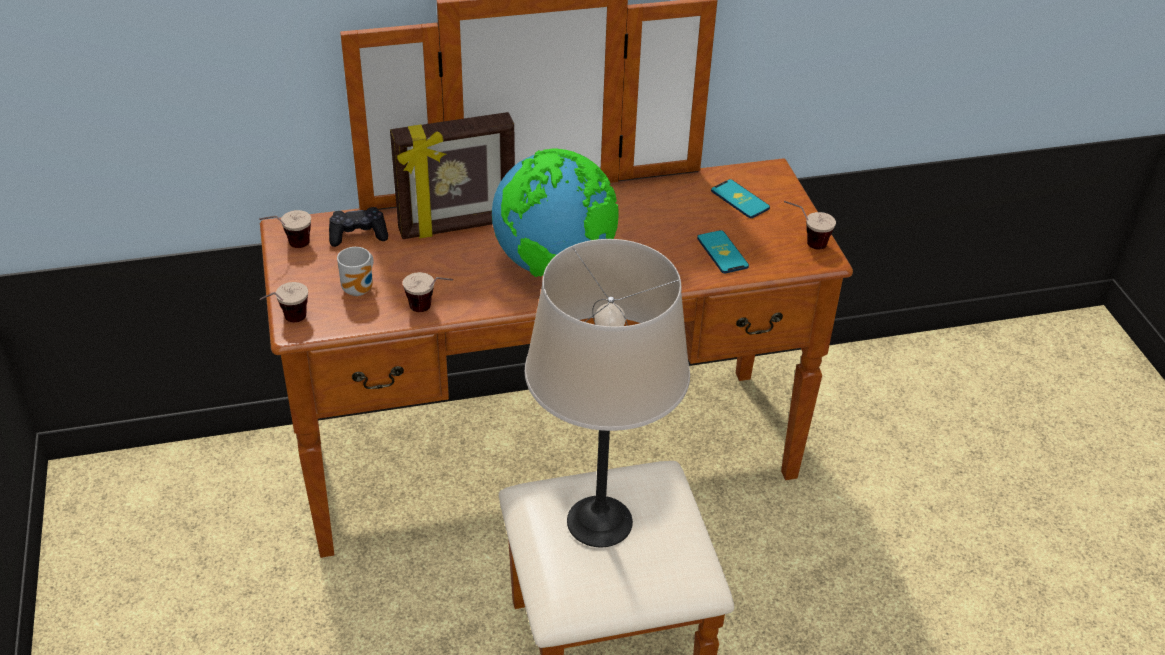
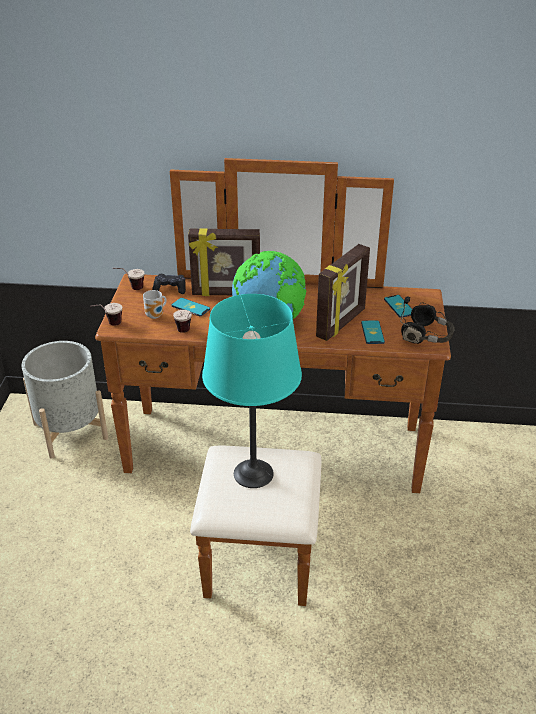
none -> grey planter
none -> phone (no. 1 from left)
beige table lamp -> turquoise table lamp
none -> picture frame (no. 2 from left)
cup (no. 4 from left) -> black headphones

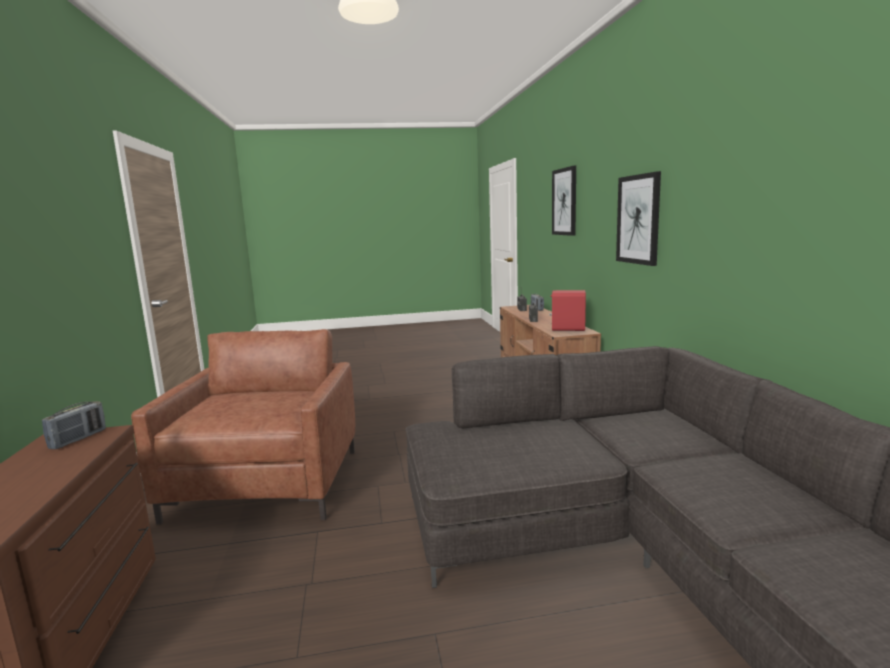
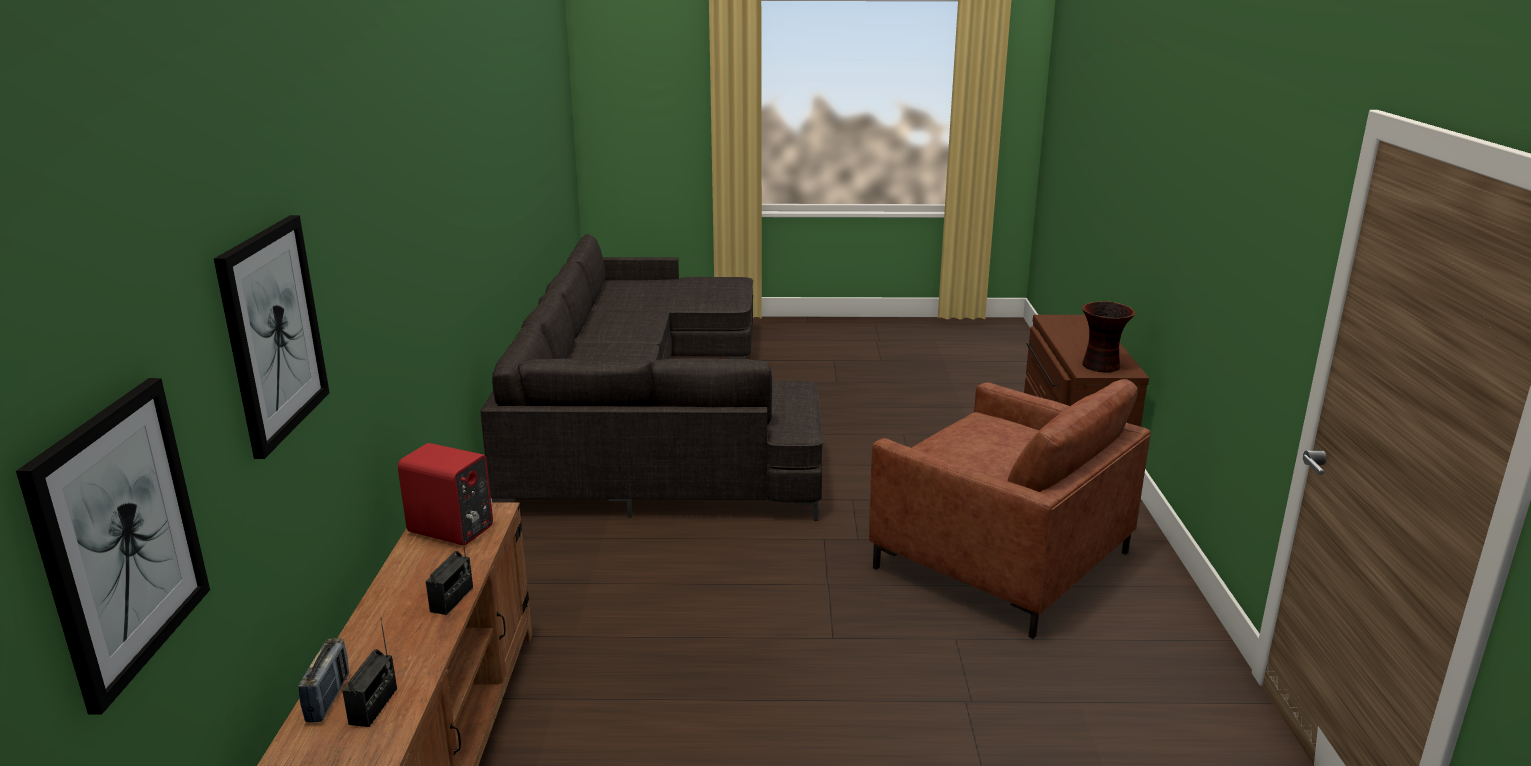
picture (no. 2 from left in the first image) -> picture (no. 1 from left), relocated
brown armchair, 60 degrees counterclockwise
radio (no. 1 from left) -> vase

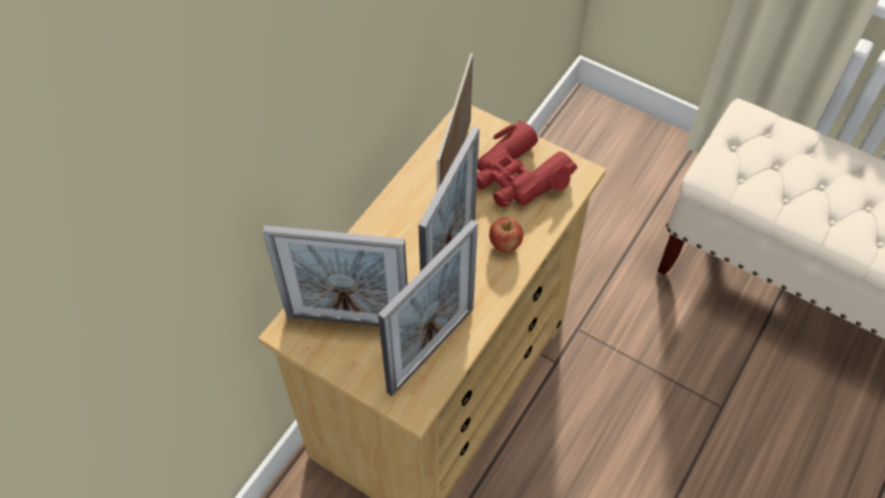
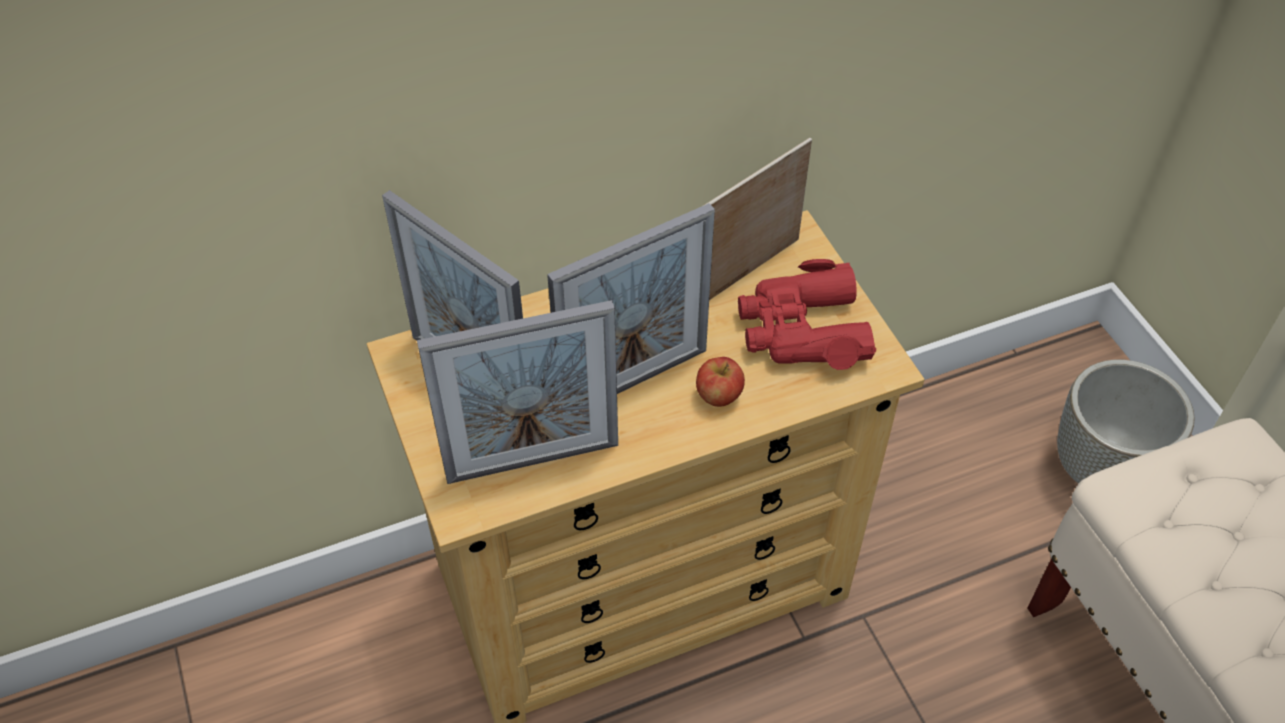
none -> grey planter

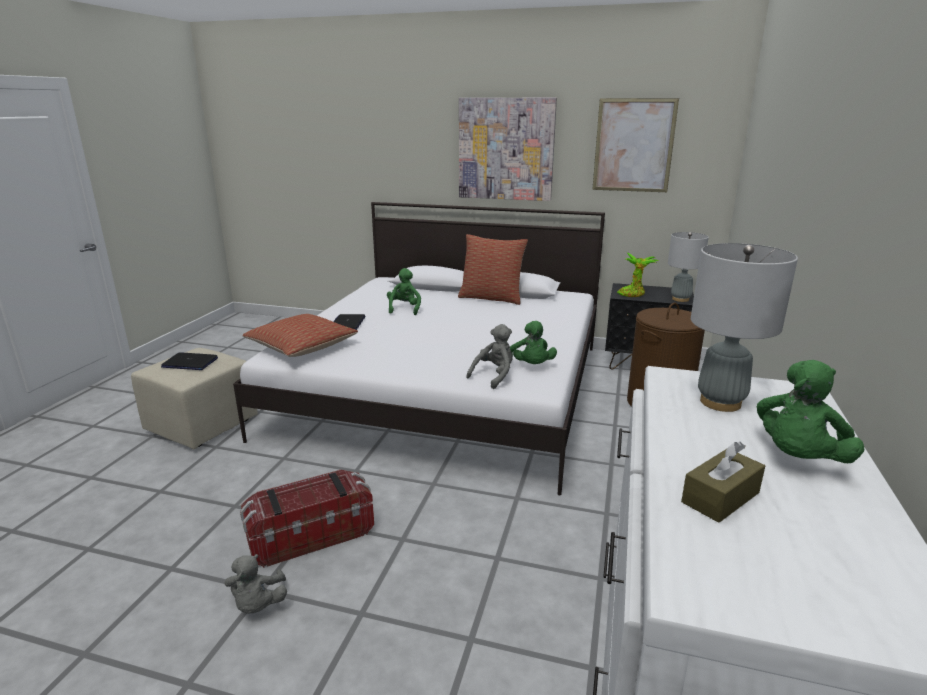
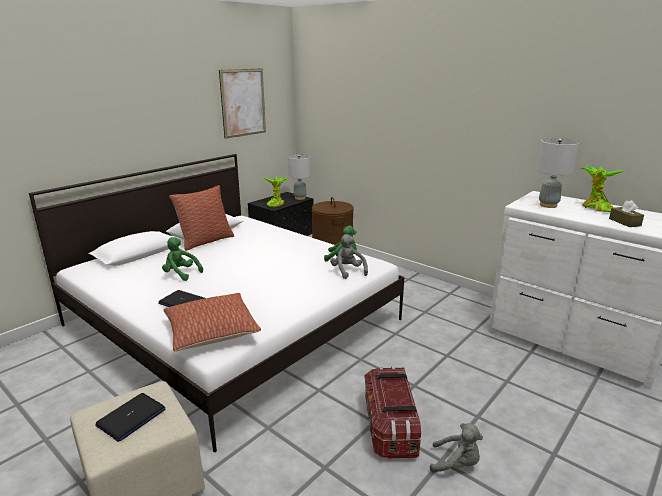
green plush toy (no. 3 from left) -> potted plant (no. 2 from left)
picture (no. 1 from left) -> none

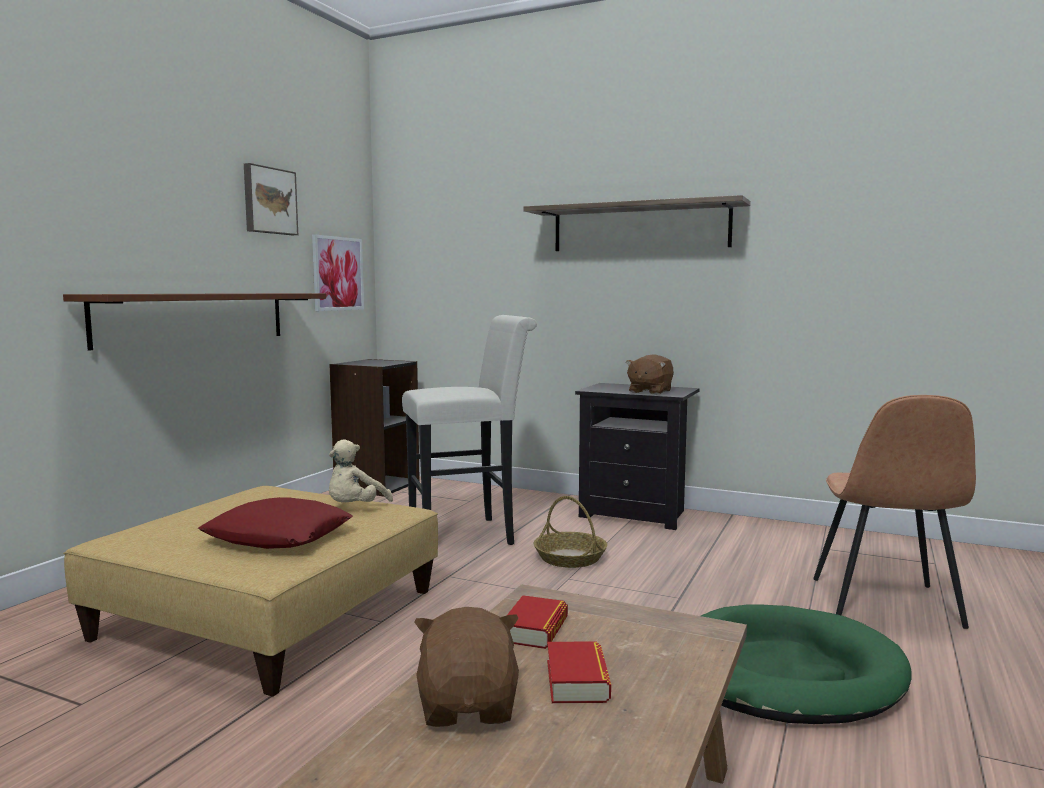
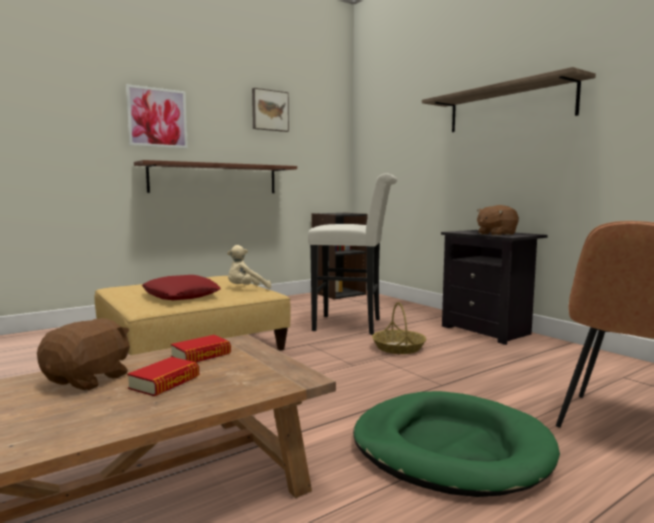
picture (no. 2 from left in the first image) -> picture (no. 1 from left), relocated

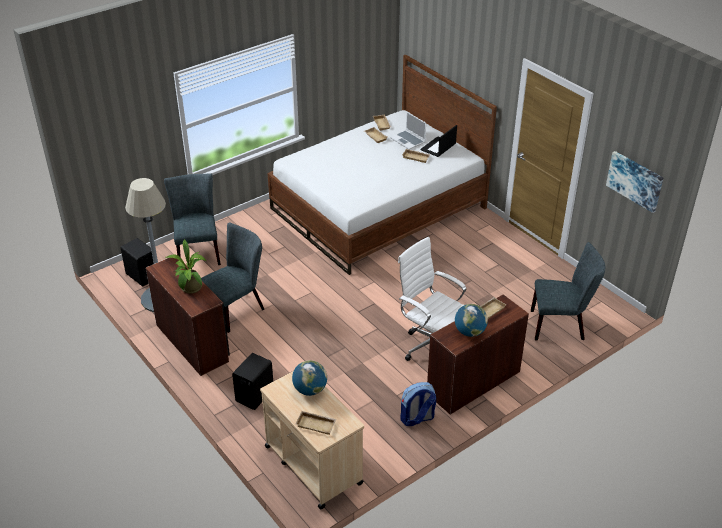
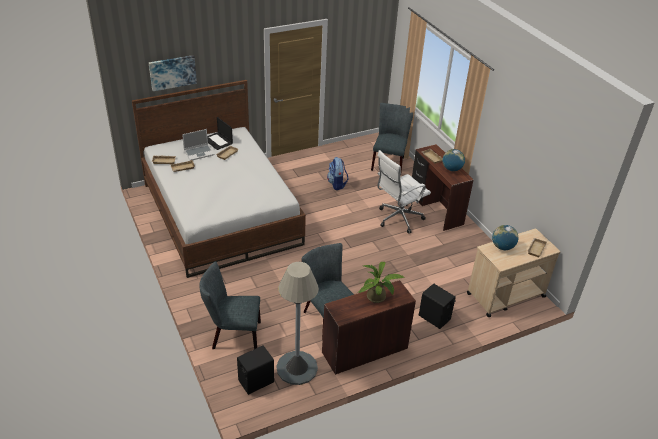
picture, relocated
backpack, relocated

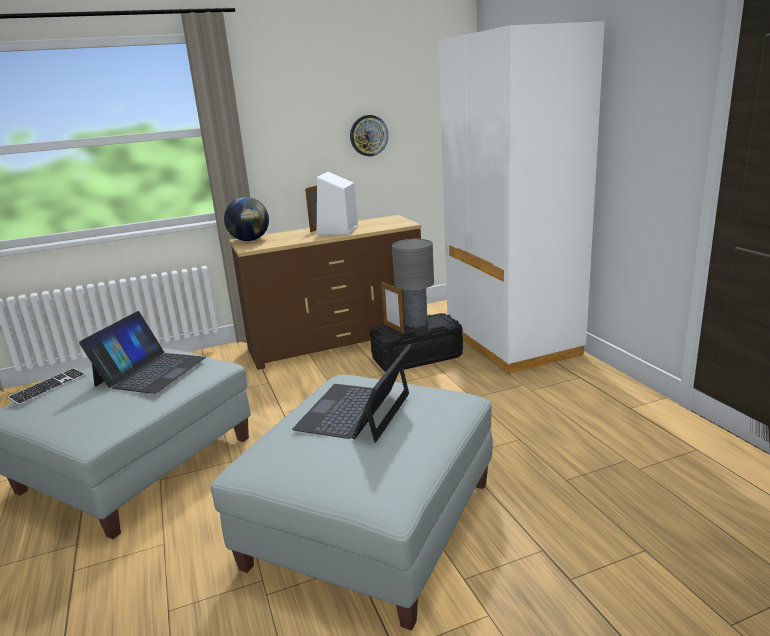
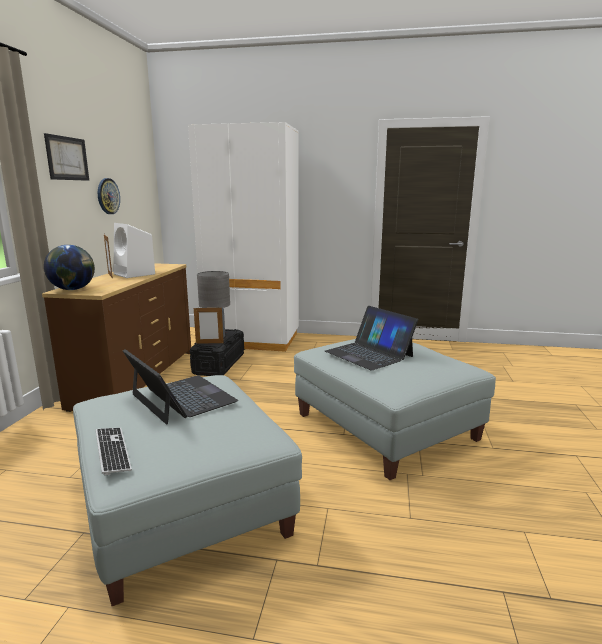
none -> picture

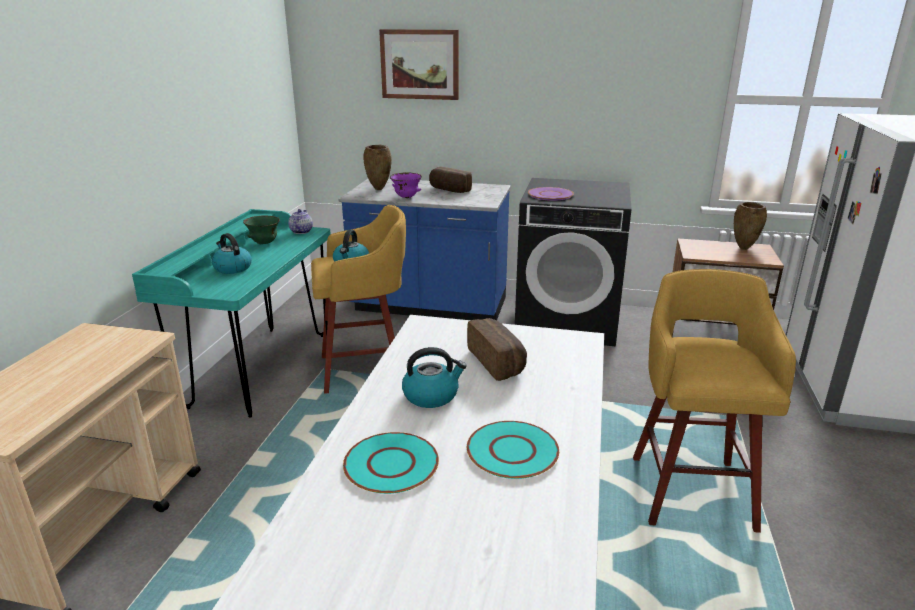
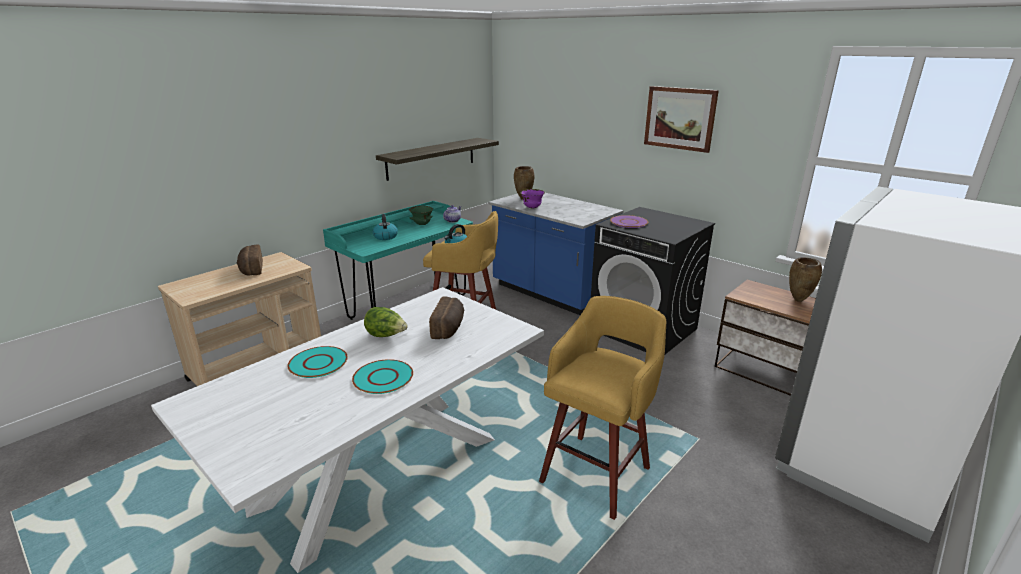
bread (no. 1 from left), relocated
kettle (no. 3 from left) -> lettuce
none -> shelf
picture, relocated

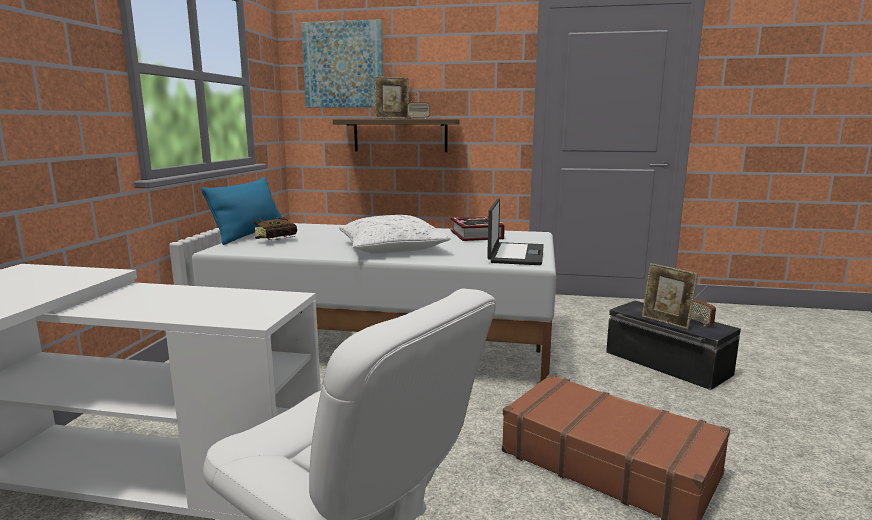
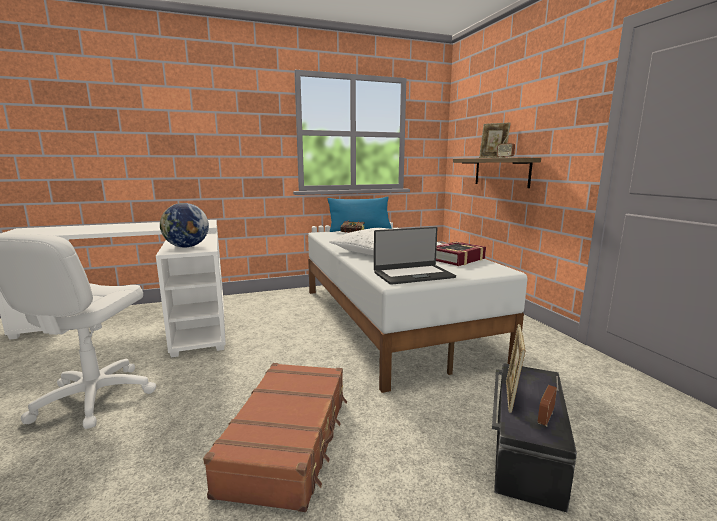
none -> globe
picture -> none

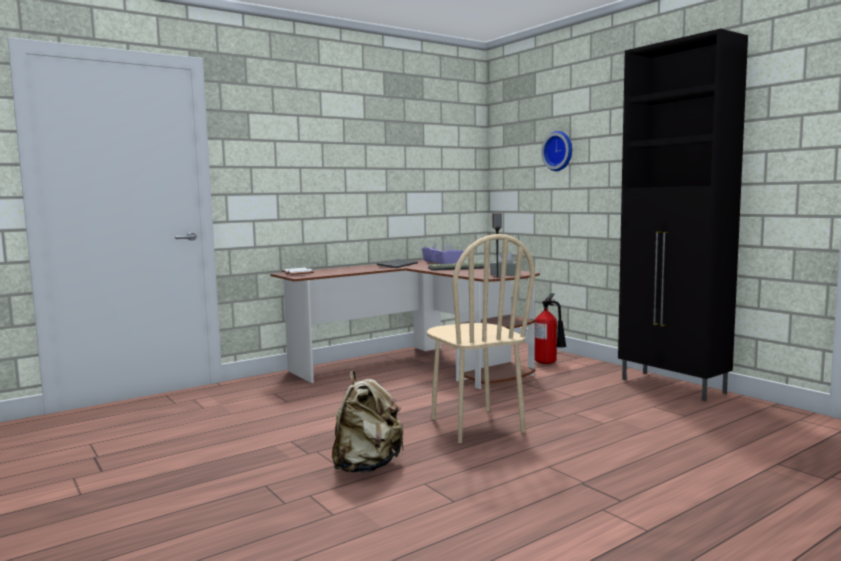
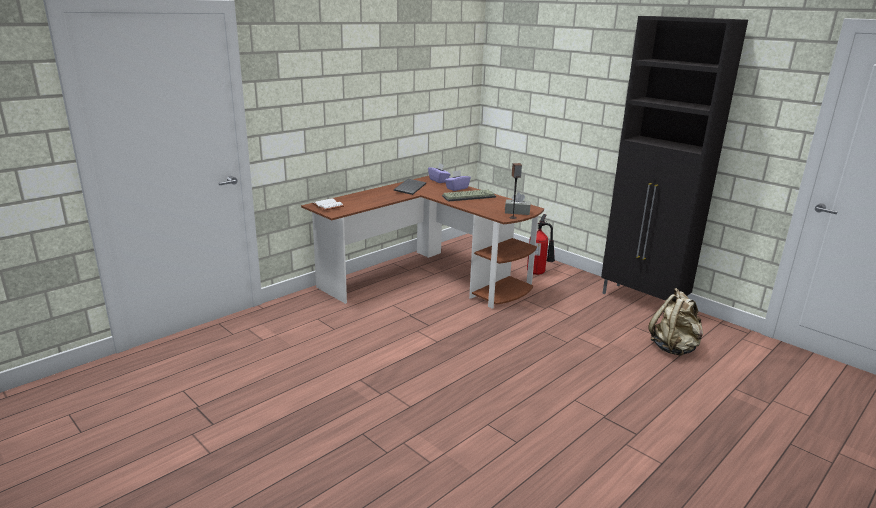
beige backpack, relocated
beige chair -> none
wall clock -> none

